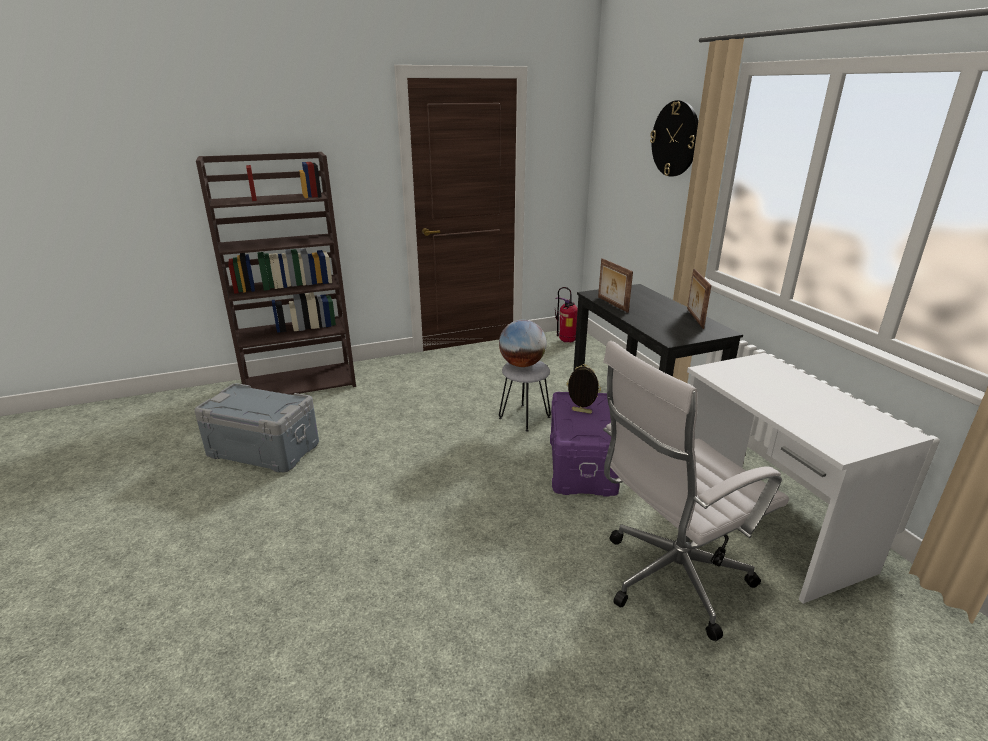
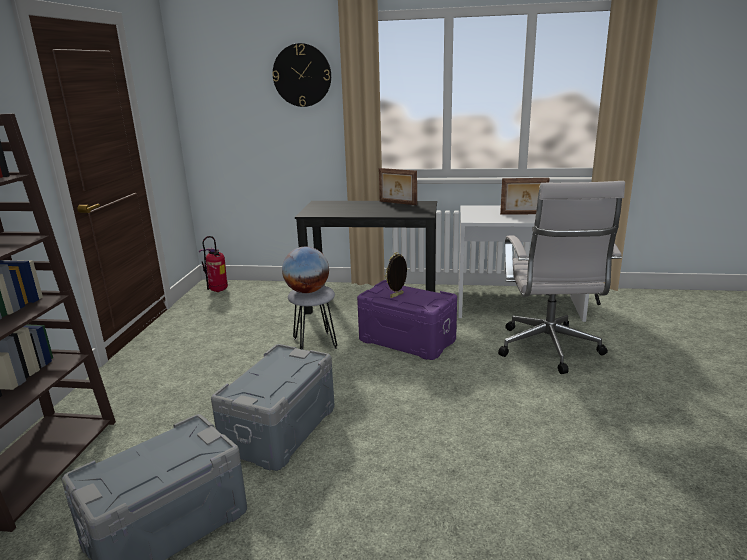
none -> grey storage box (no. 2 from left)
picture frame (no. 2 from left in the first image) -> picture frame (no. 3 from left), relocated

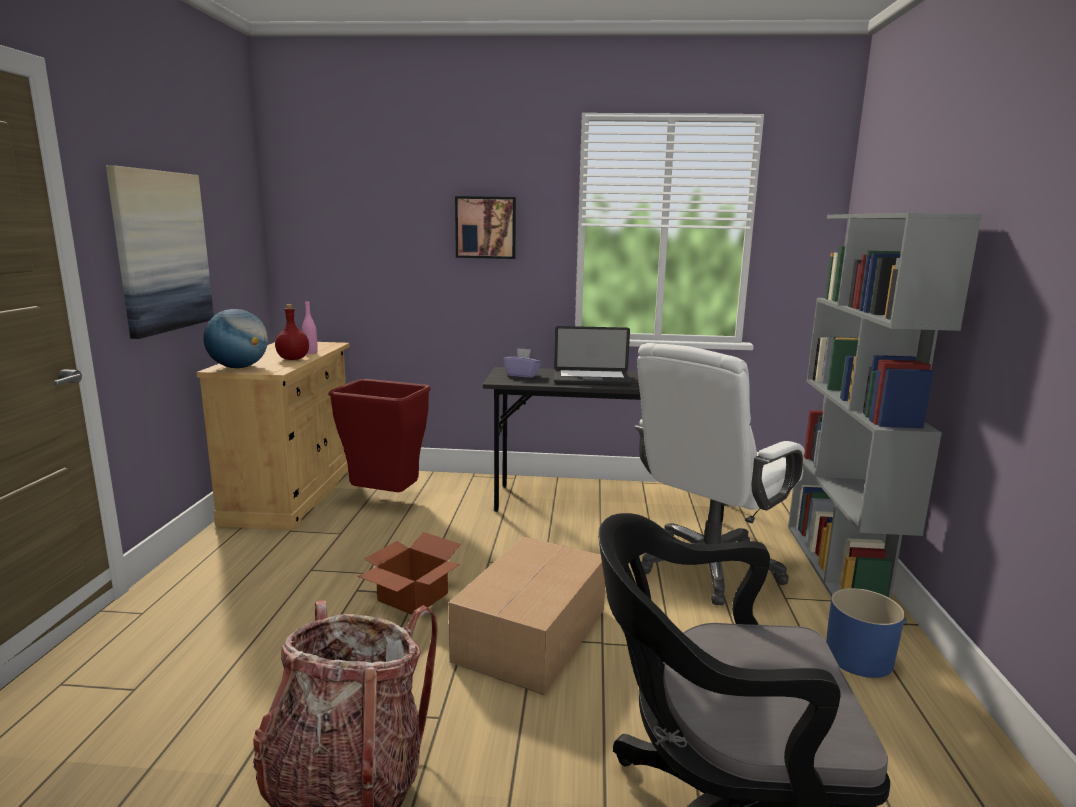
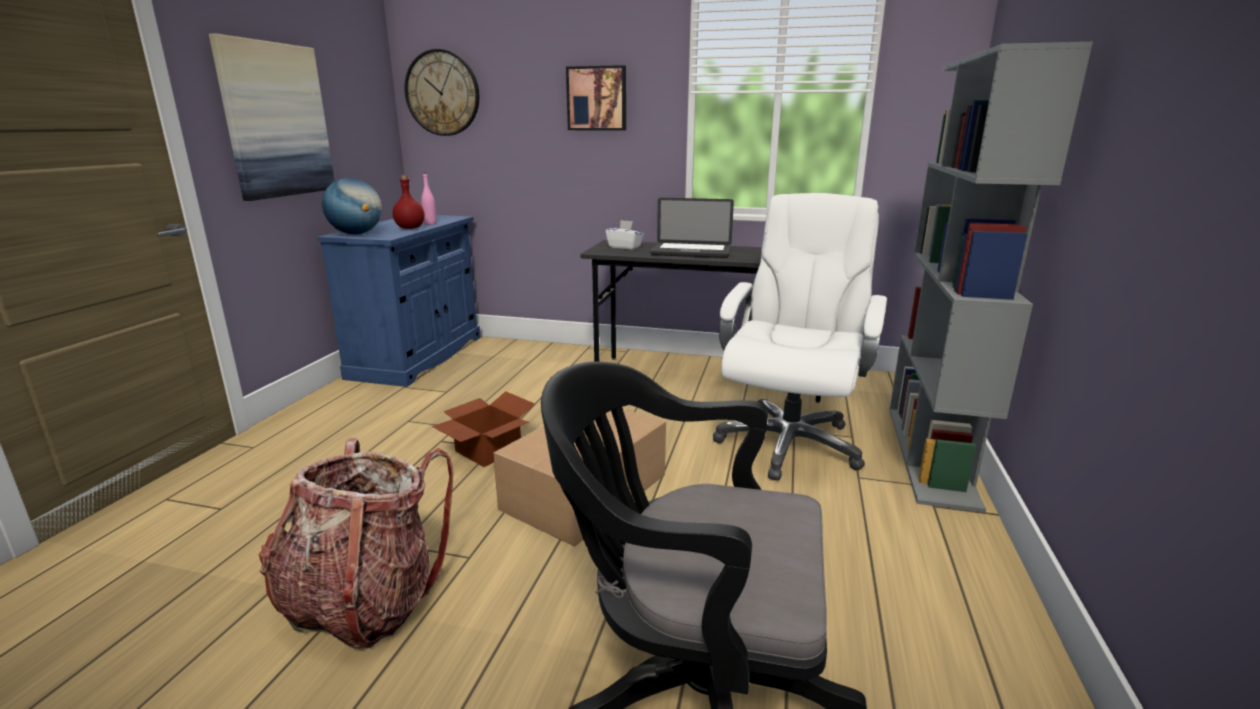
beige cabinet -> blue cabinet
none -> wall clock
purple tissue box -> white tissue box
white office chair, 150 degrees clockwise
red trash can -> none
blue planter -> none

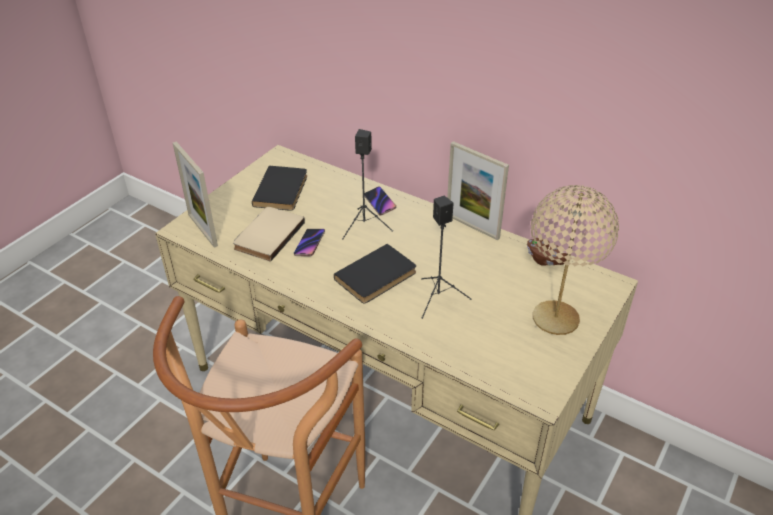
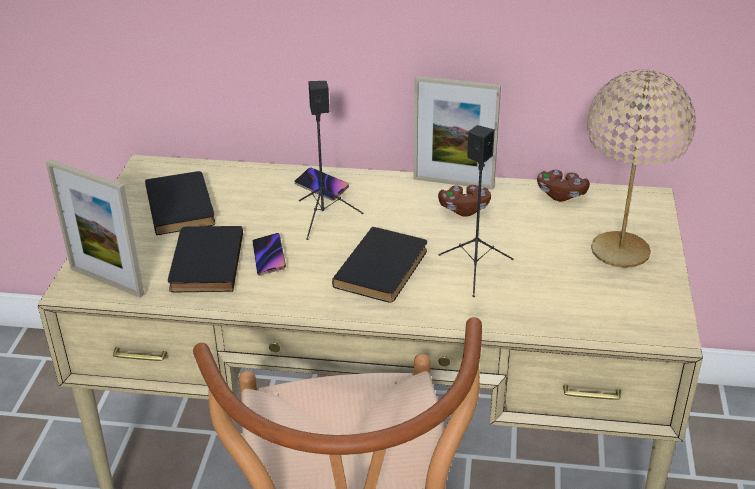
beige book -> black book (no. 2 from left)
none -> brown game controller (no. 1 from left)

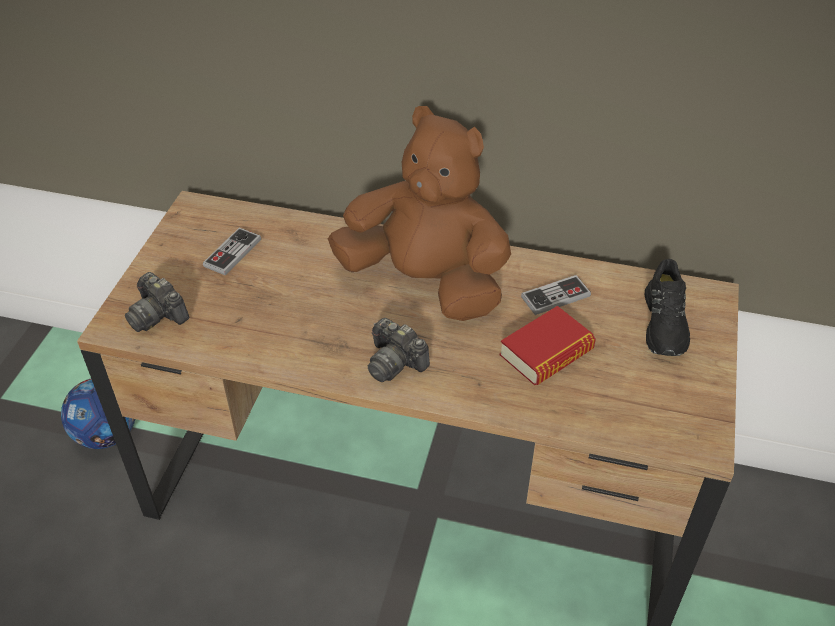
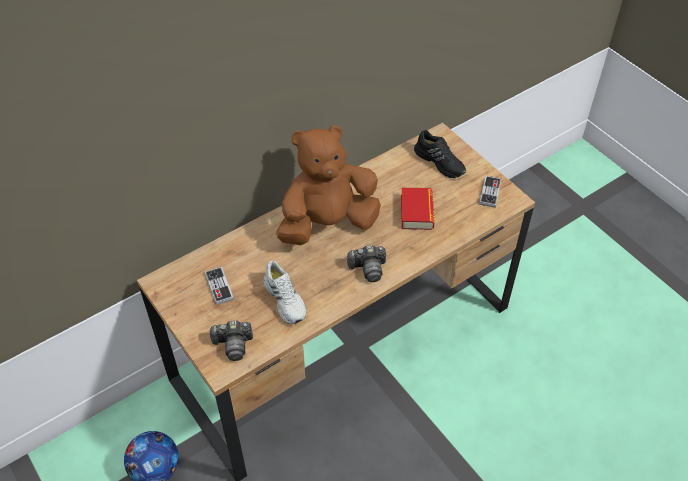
none -> white shoe
game controller (no. 2 from left), relocated

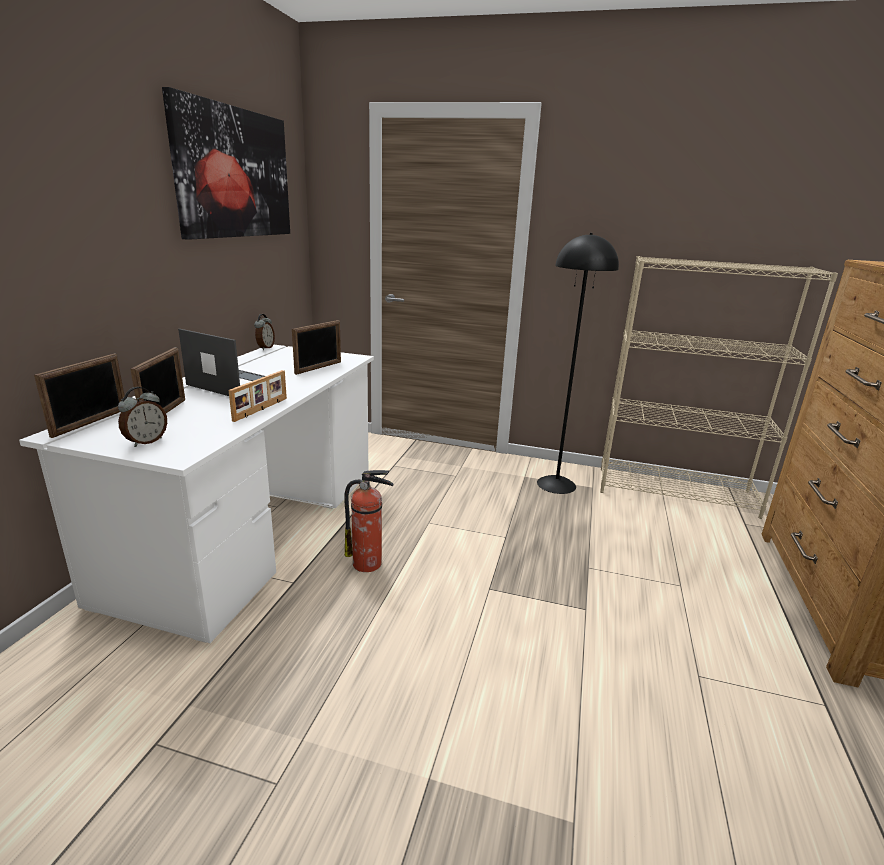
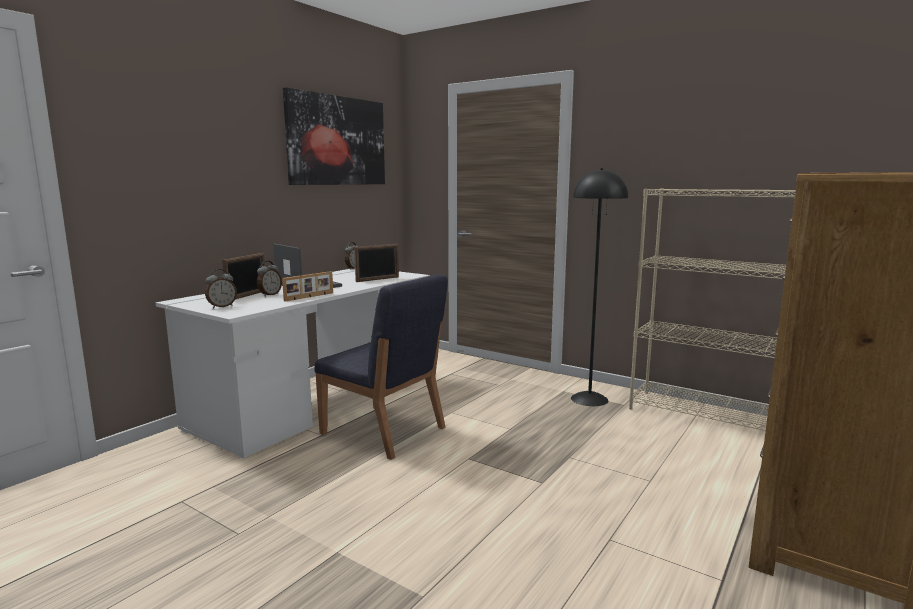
none -> alarm clock (no. 2 from left)
fire extinguisher -> blue chair
picture frame (no. 1 from left) -> none

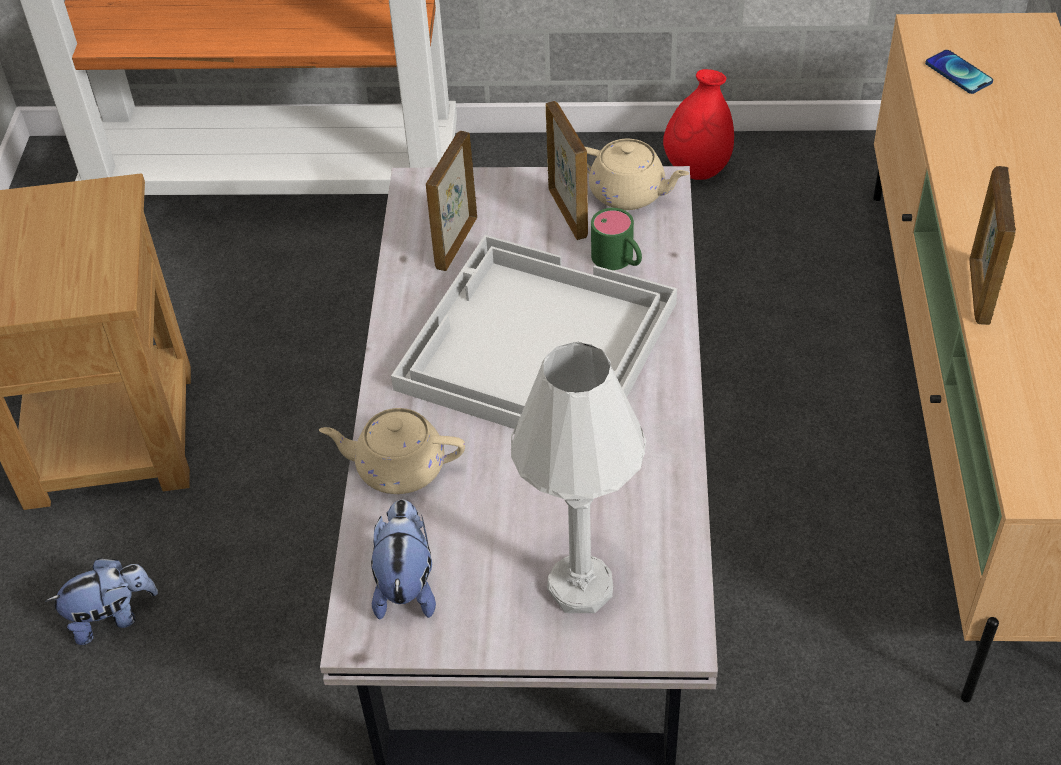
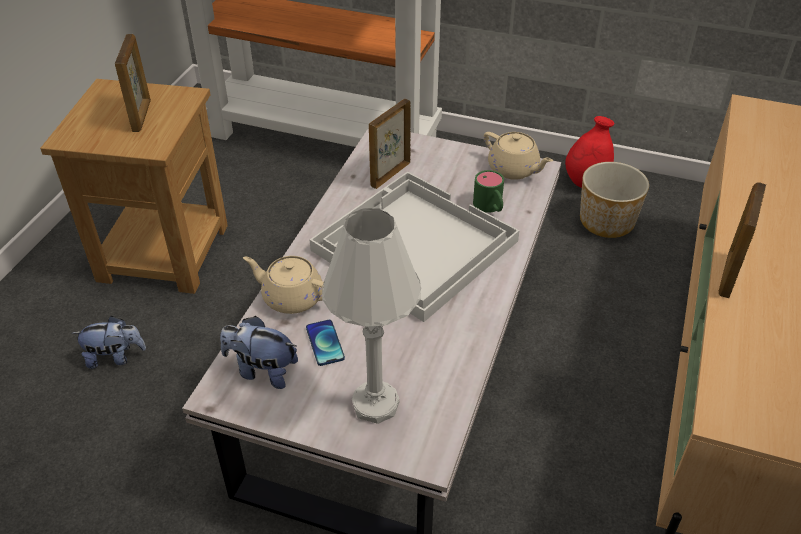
picture frame (no. 2 from left in the first image) -> picture frame (no. 1 from left), relocated
plush toy (no. 2 from left), 90 degrees counterclockwise
phone, relocated
none -> planter

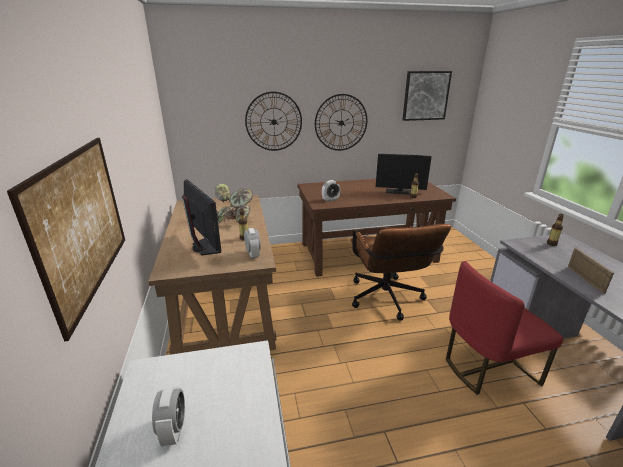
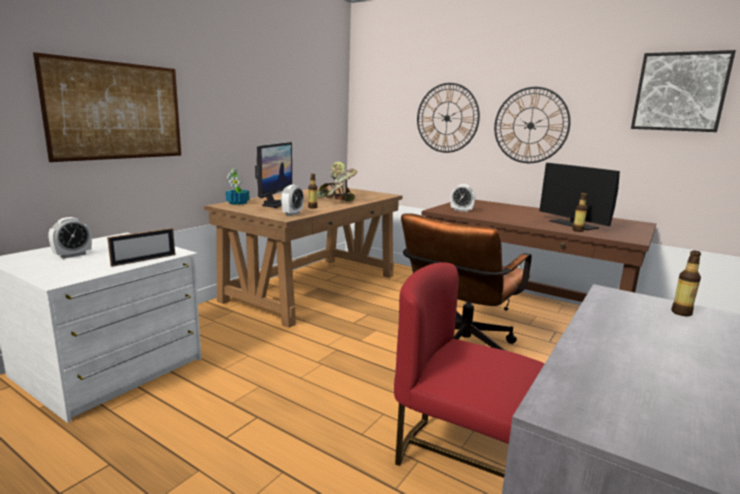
picture frame, relocated
none -> potted plant (no. 1 from left)

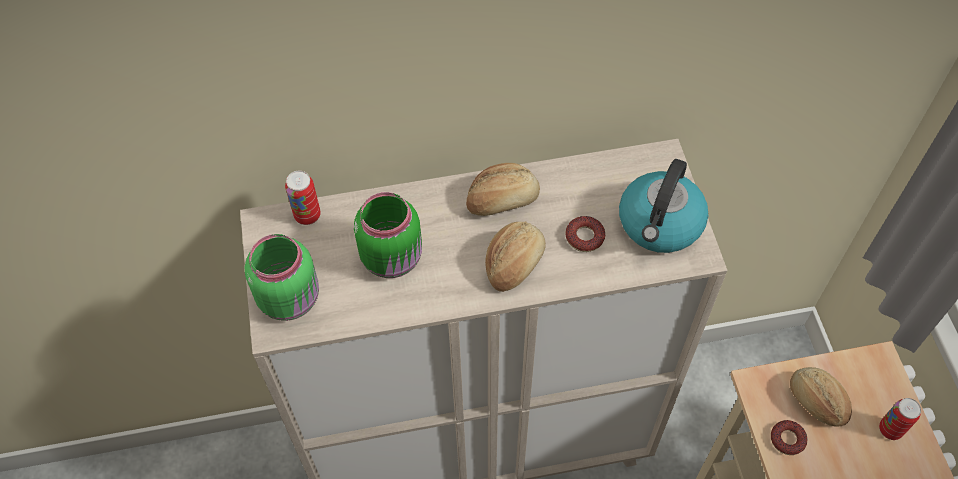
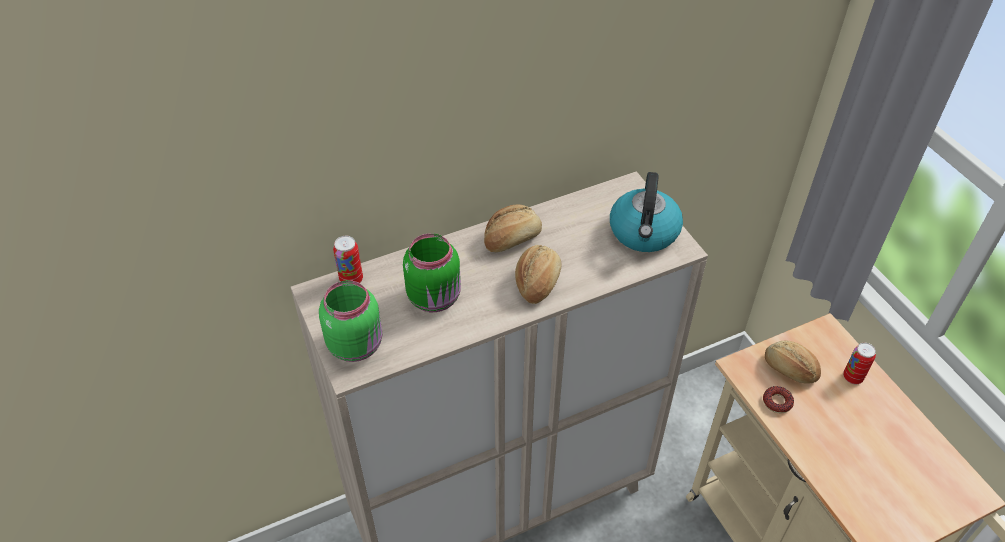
donut (no. 1 from left) -> none

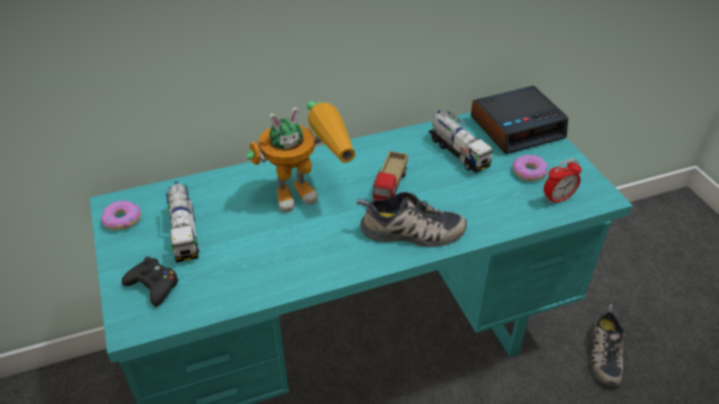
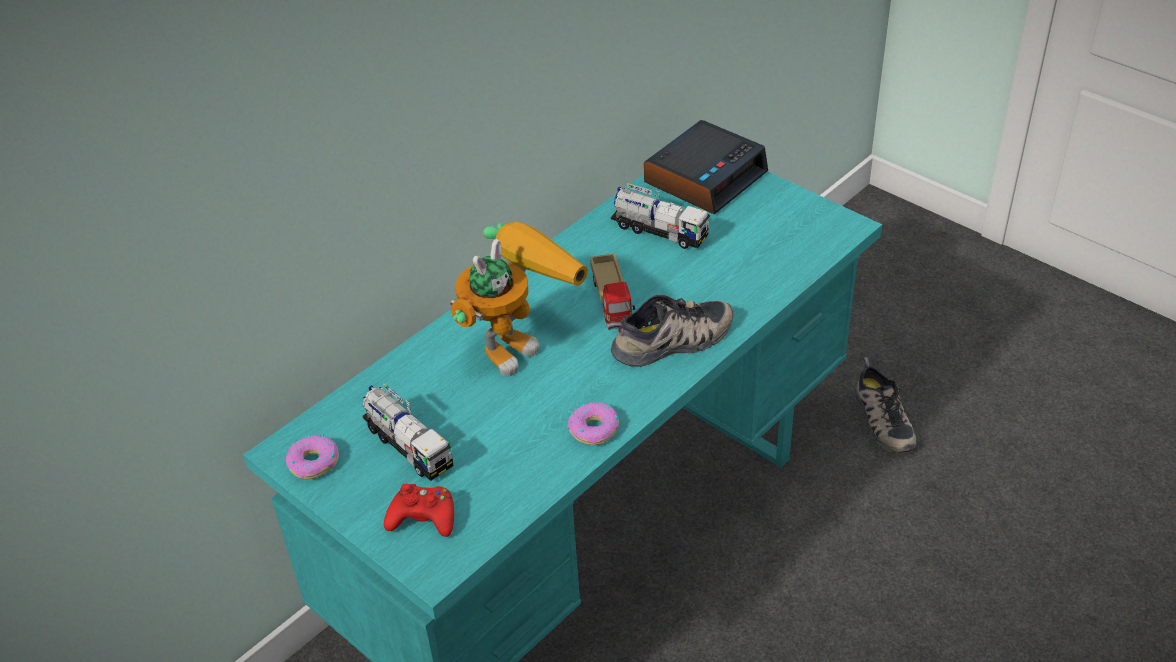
black game controller -> red game controller
donut (no. 2 from left), relocated
alarm clock (no. 2 from left) -> none

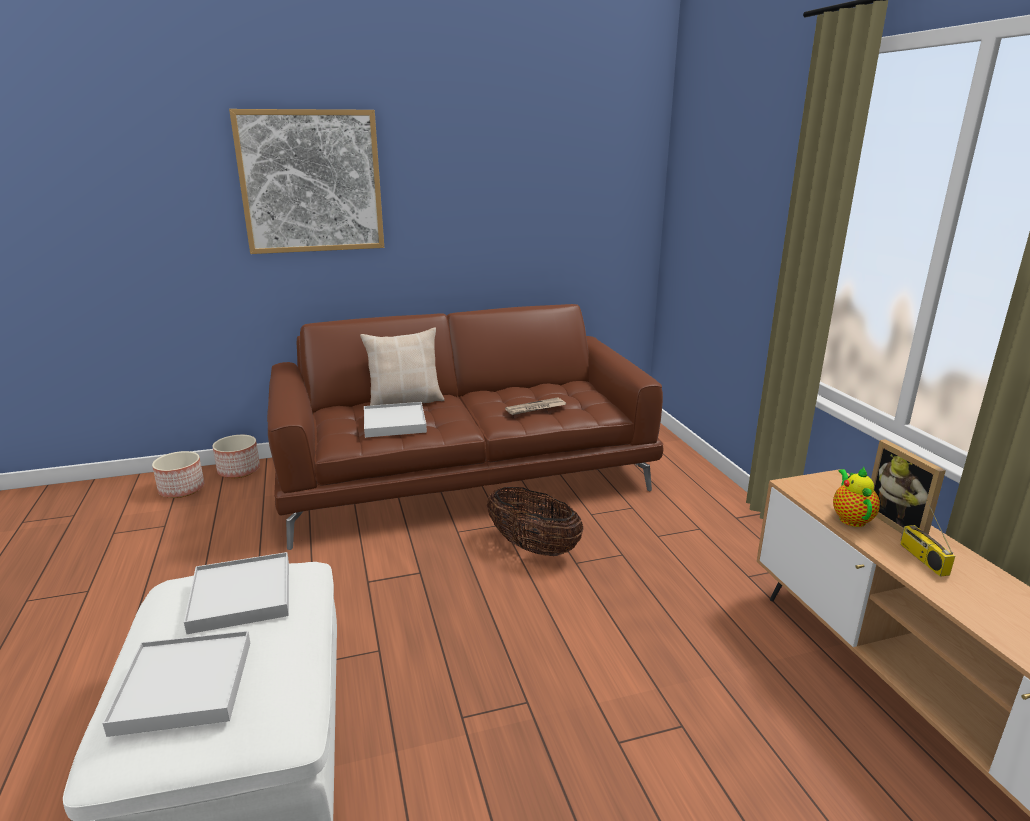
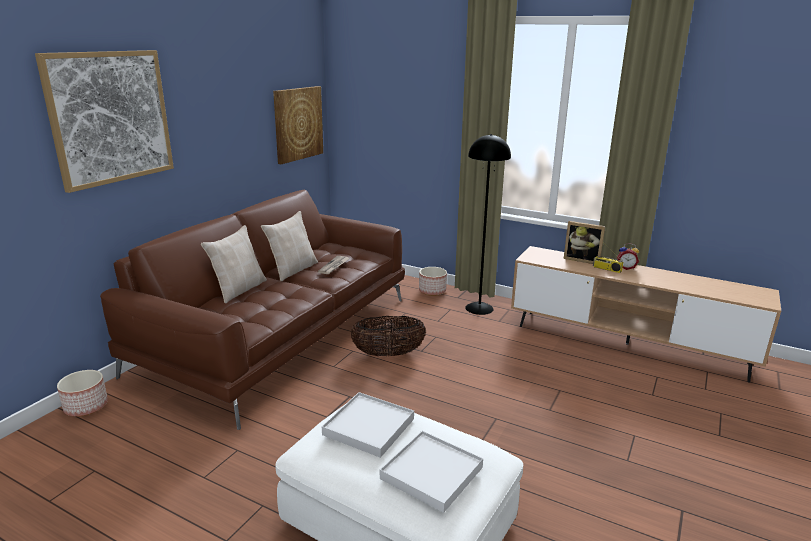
none -> beige pillow (no. 2 from left)
none -> picture (no. 2 from left)
planter (no. 1 from left in the first image) -> planter (no. 2 from left), relocated
none -> black floor lamp
none -> alarm clock
white tray (no. 3 from left) -> none
teapot -> none

